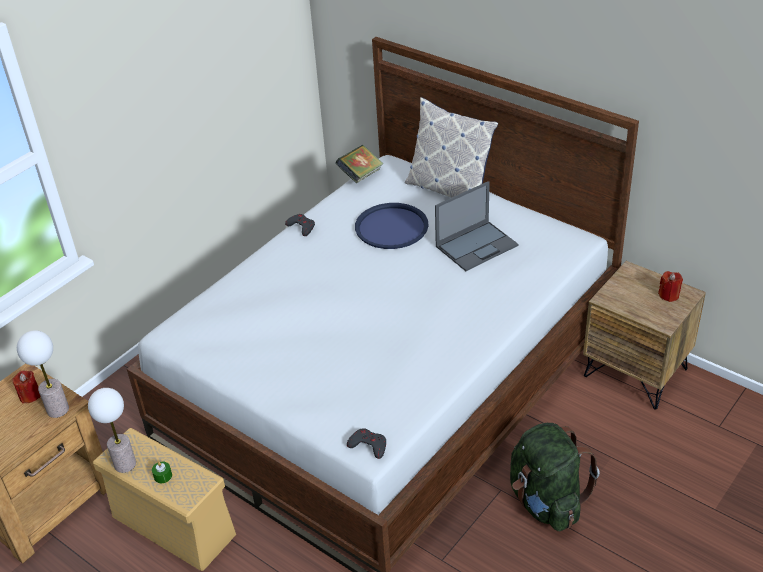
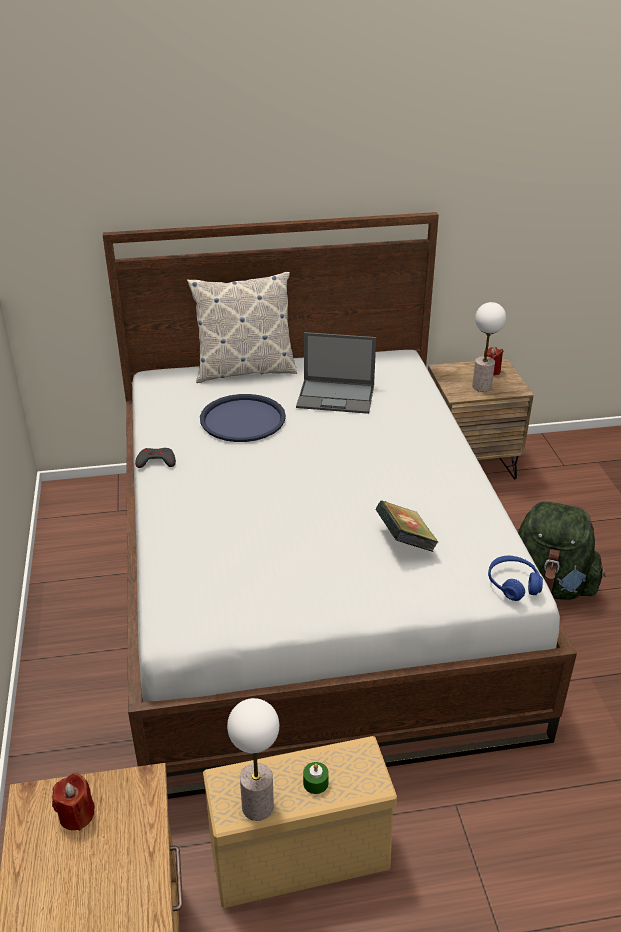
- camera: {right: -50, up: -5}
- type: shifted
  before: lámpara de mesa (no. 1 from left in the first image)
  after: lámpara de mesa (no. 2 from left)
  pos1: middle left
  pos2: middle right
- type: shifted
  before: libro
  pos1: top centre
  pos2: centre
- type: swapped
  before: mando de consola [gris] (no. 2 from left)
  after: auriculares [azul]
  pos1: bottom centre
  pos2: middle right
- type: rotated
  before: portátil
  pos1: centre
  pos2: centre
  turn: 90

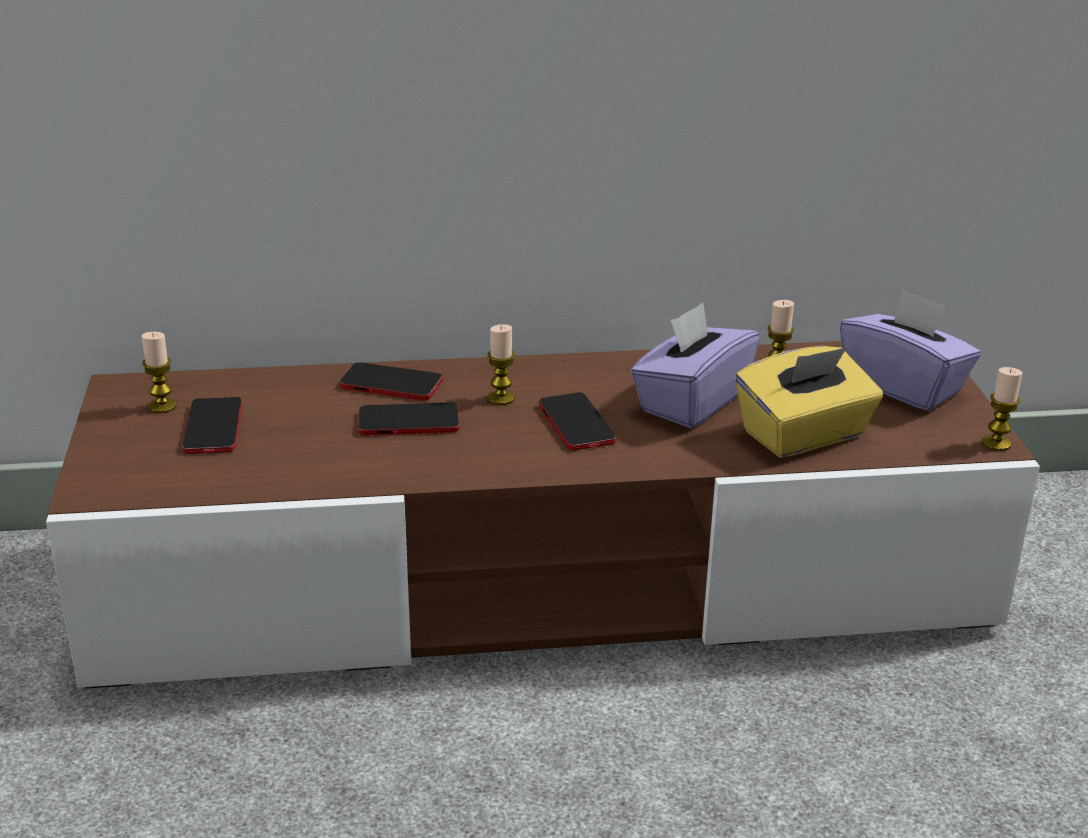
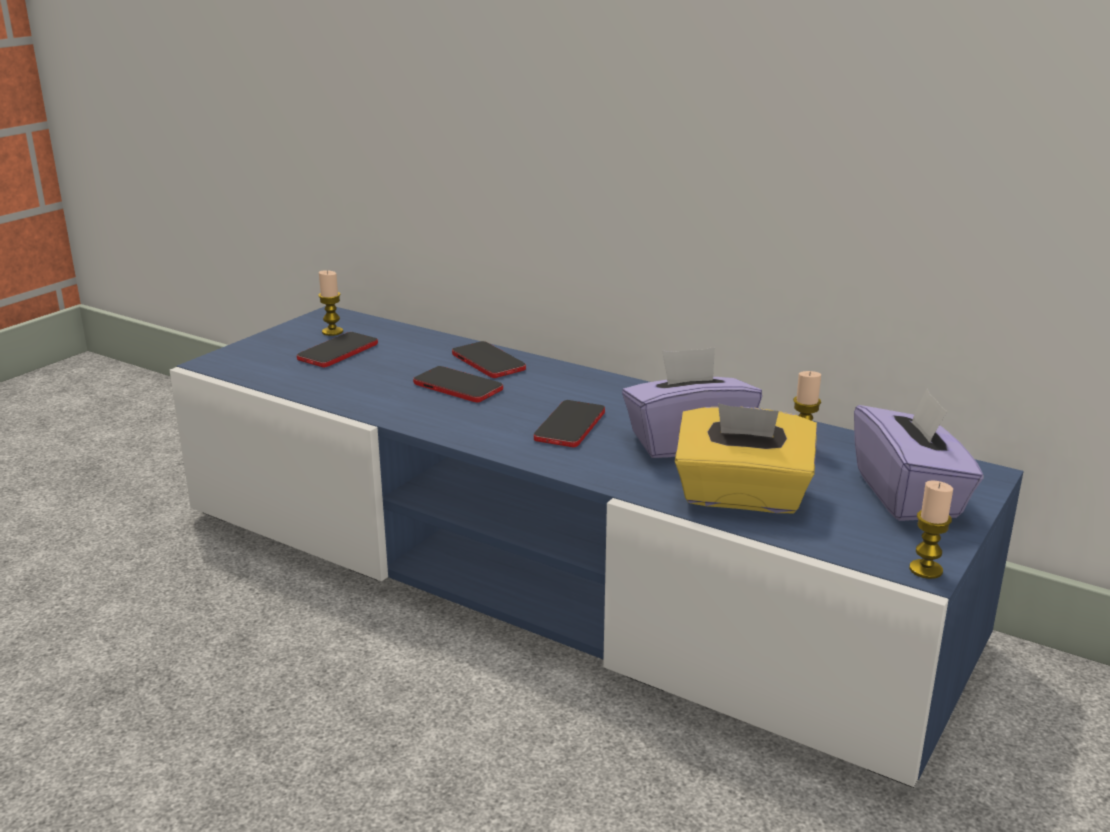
- camera: {right: 40, up: -5}
- type: gone
  before: vela (no. 2 from left)
  pos1: centre
- type: repainted
  before: mueble de televisión [marrón]
  after: mueble de televisión [azul]
  pos1: centre
  pos2: centre

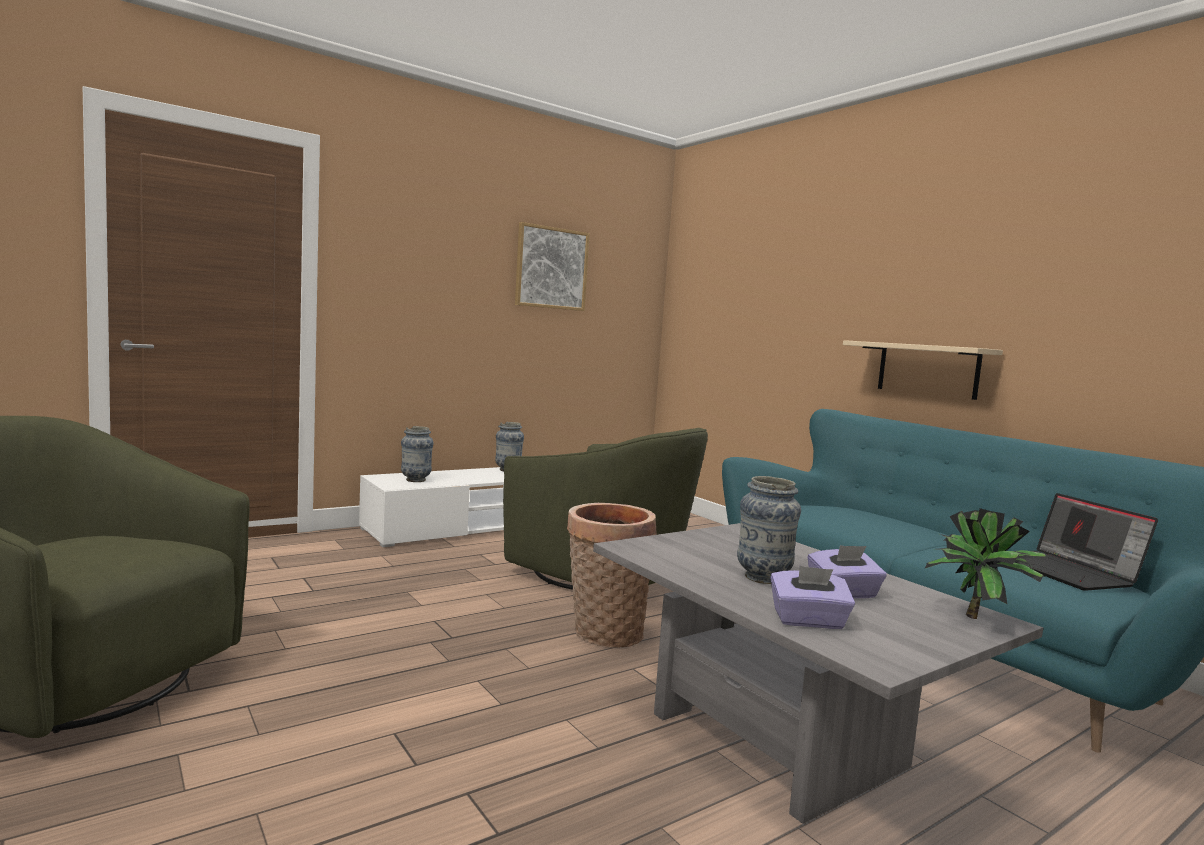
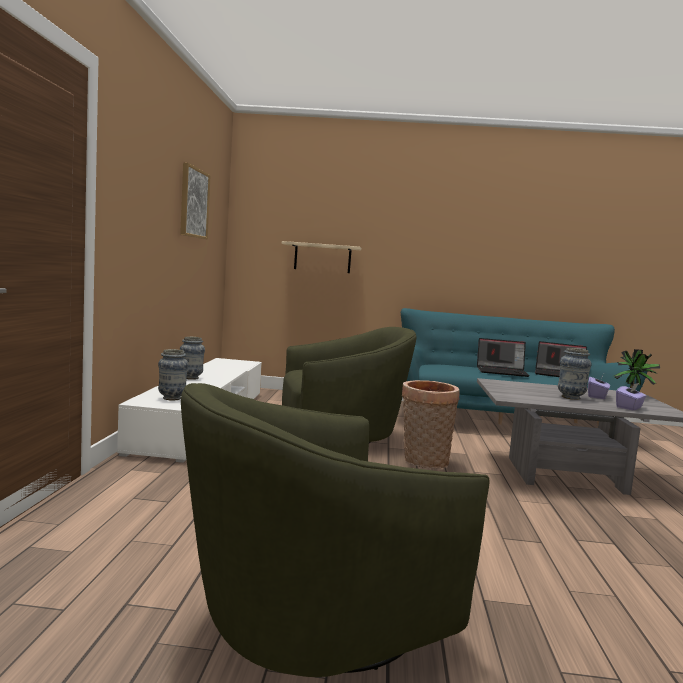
- camera: {right: -50, up: 0}
- type: new
  after: portátil (no. 1 from left)
  pos2: middle right
- type: shifted
  before: estante [beis]
  pos1: middle right
  pos2: centre

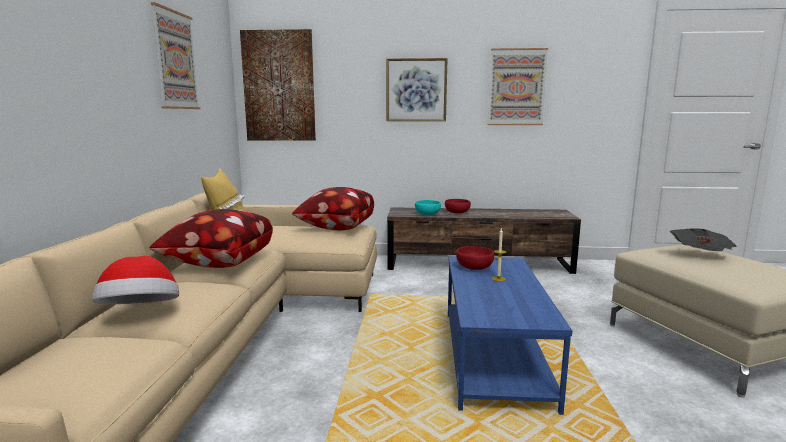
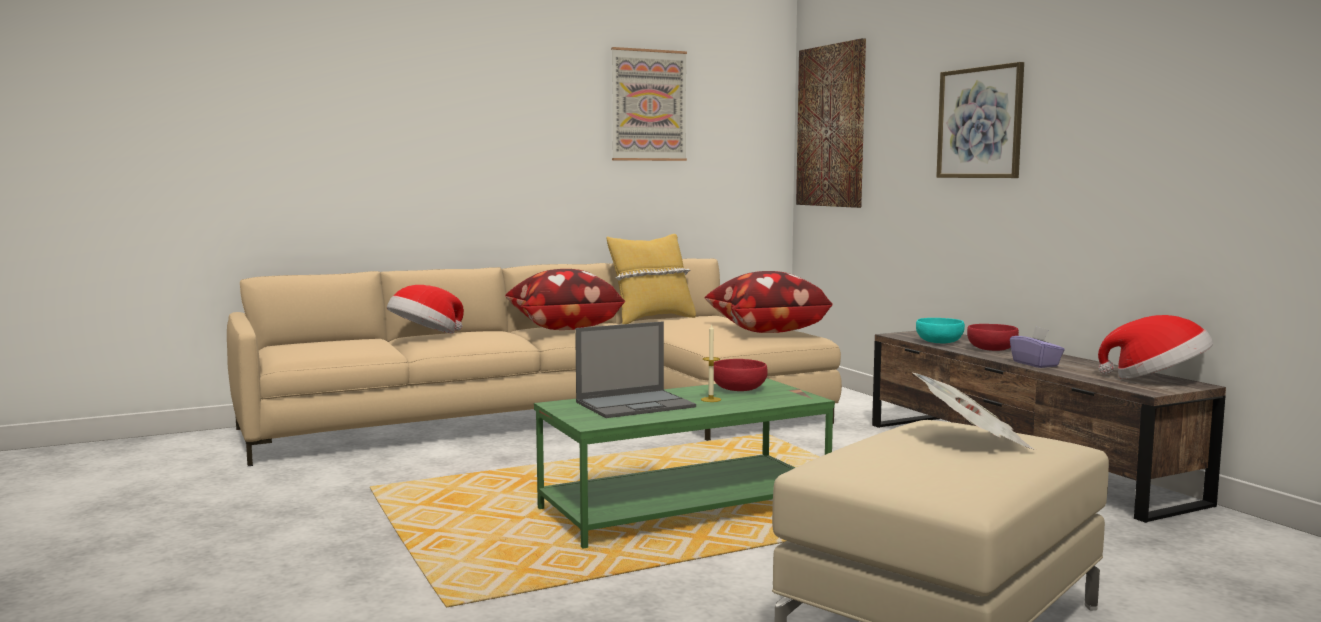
- camera: {right: 60, up: -5}
- type: gone
  before: cuadro (no. 4 from left)
  pos1: top centre
- type: new
  after: portátil
  pos2: centre
- type: new
  after: caja de pañuelos [morado]
  pos2: middle right
- type: new
  after: sombrero (no. 2 from left)
  pos2: middle right
- type: repainted
  before: mesa de centro [azul]
  after: mesa de centro [verde]
  pos1: bottom centre
  pos2: bottom centre

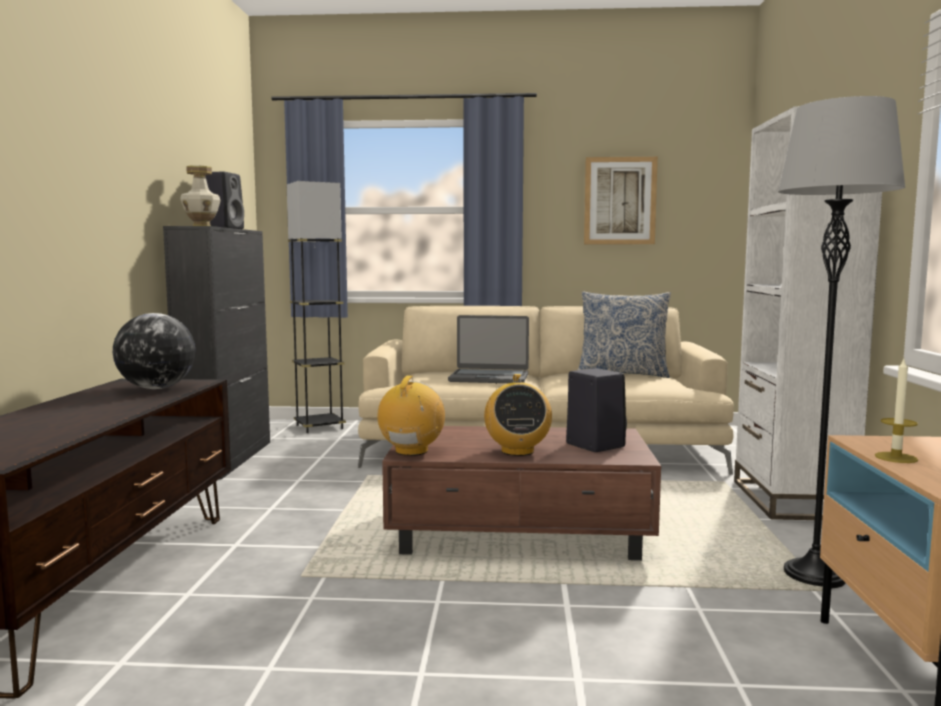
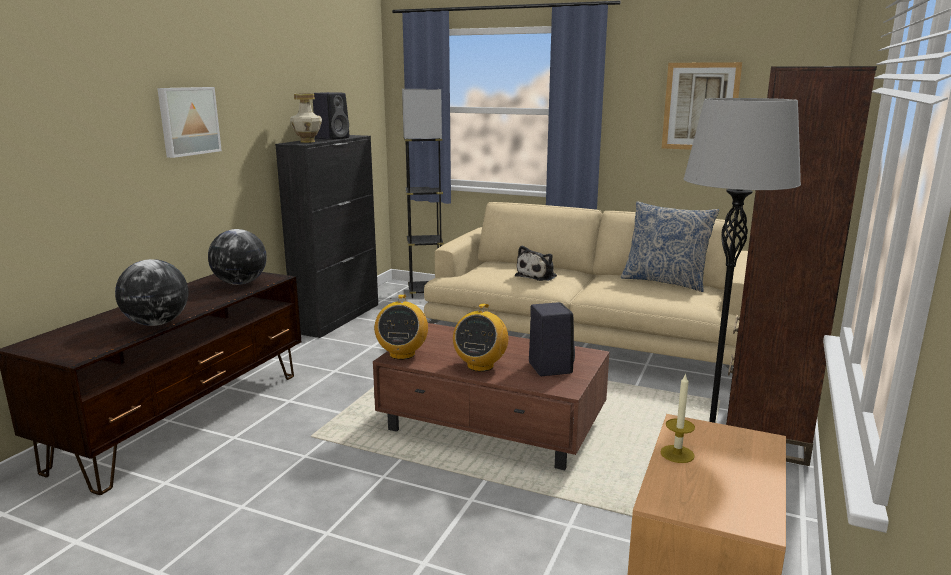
- camera: {right: 20, up: 10}
- type: new
  after: globo terráqueo (no. 1 from left)
  pos2: middle left
- type: new
  after: cuadro (no. 1 from left)
  pos2: top left
- type: swapped
  before: portátil
  after: peluche
  pos1: centre
  pos2: centre
- type: repainted
  before: estantería [blanco]
  after: estantería [marrón]
  pos1: middle right
  pos2: middle right
- type: rotated
  before: radio (no. 1 from left)
  pos1: centre
  pos2: centre
  turn: 150

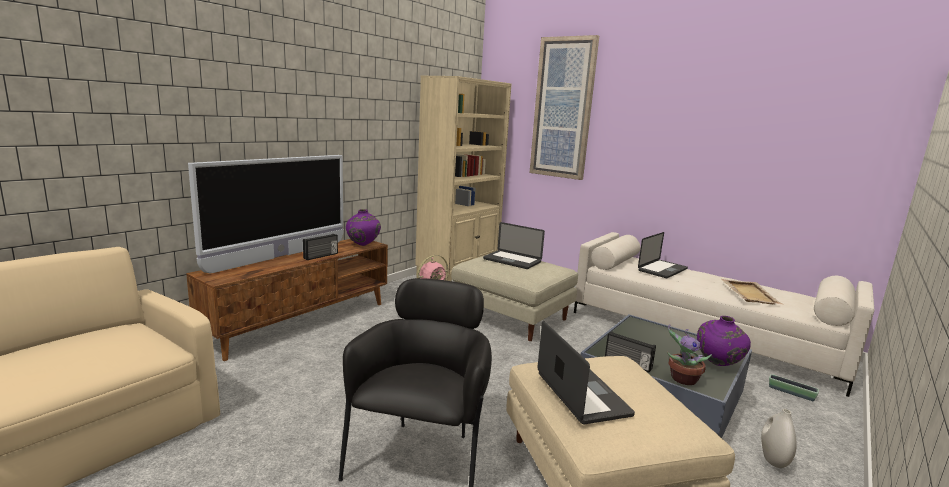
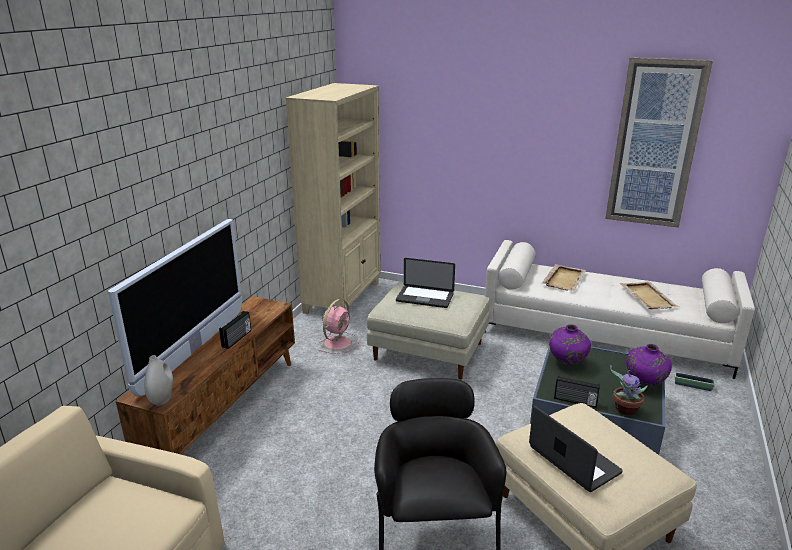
- camera: {right: -15, up: 10}
- type: shifted
  before: florero [morado] (no. 1 from left)
  pos1: centre
  pos2: middle right
- type: shifted
  before: cuadro
  pos1: top centre
  pos2: top right
- type: shifted
  before: florero [blanco]
  pos1: bottom right
  pos2: bottom left
- type: swapped
  before: portátil (no. 3 from left)
  after: bandeja [beis] (no. 1 from left)
  pos1: middle right
  pos2: middle right

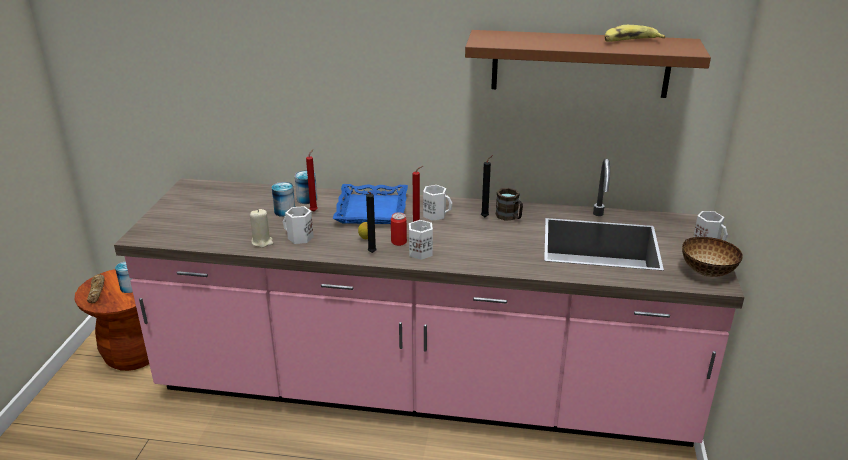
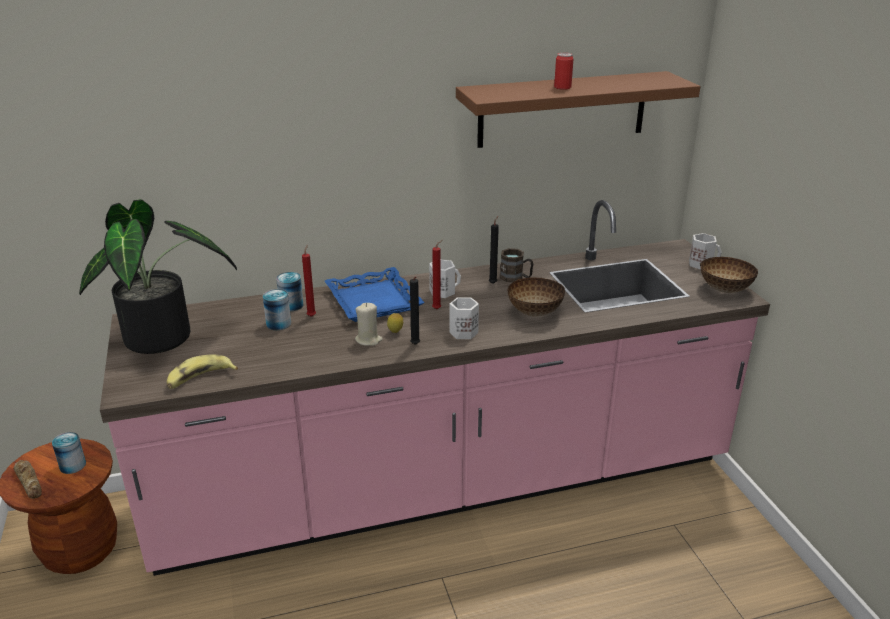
- camera: {right: -25, up: 0}
- type: gone
  before: taza grande [blanco] (no. 1 from left)
  pos1: centre
- type: new
  after: planta en maceta
  pos2: middle left
- type: new
  after: cuenco (no. 1 from left)
  pos2: centre
- type: shifted
  before: vela [beis]
  pos1: middle left
  pos2: centre
- type: shifted
  before: lata (no. 4 from left)
  pos1: centre
  pos2: top centre
- type: shifted
  before: plátano
  pos1: top right
  pos2: middle left

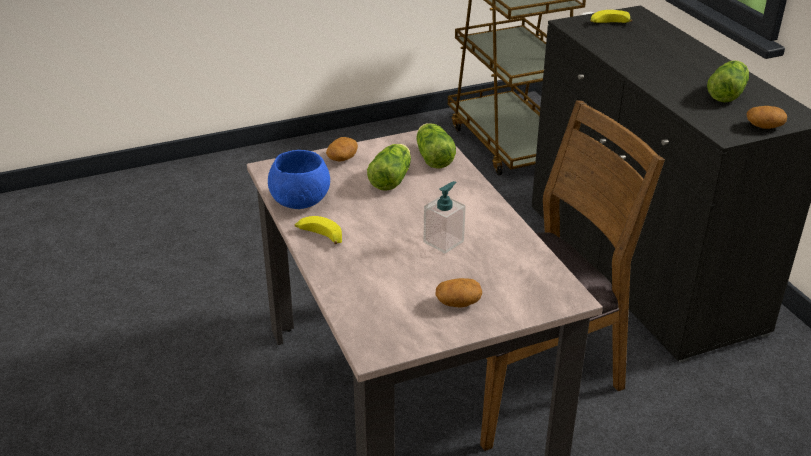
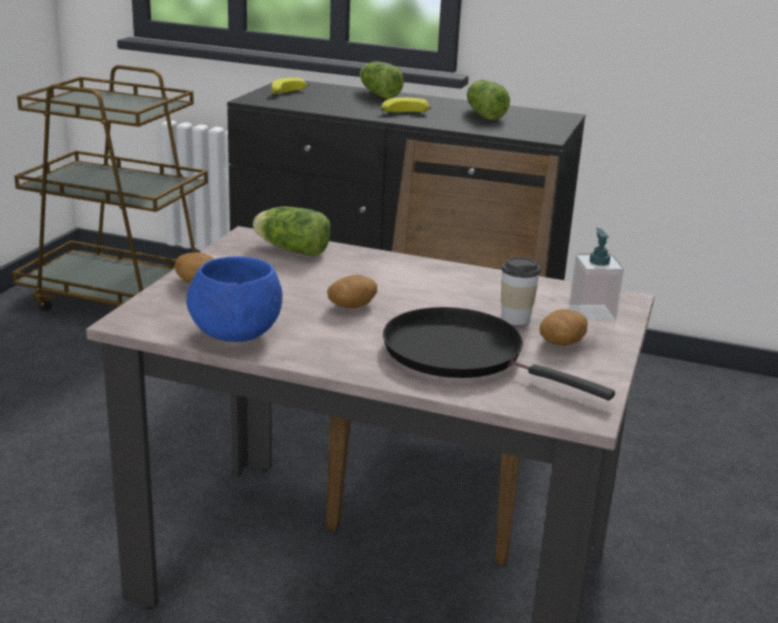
- camera: {right: -50, up: -10}
- type: new
  after: sartén [negro]
  pos2: centre
- type: new
  after: taza
  pos2: middle right
- type: shifted
  before: plátano (no. 1 from left in the first image)
  after: plátano (no. 2 from left)
  pos1: centre
  pos2: top centre
- type: shifted
  before: lechuga (no. 1 from left in the first image)
  after: lechuga (no. 2 from left)
  pos1: centre
  pos2: top centre
- type: shifted
  before: dispensador de jabón
  pos1: centre
  pos2: middle right
- type: shifted
  before: patata (no. 3 from left in the first image)
  after: patata (no. 2 from left)
  pos1: top right
  pos2: centre

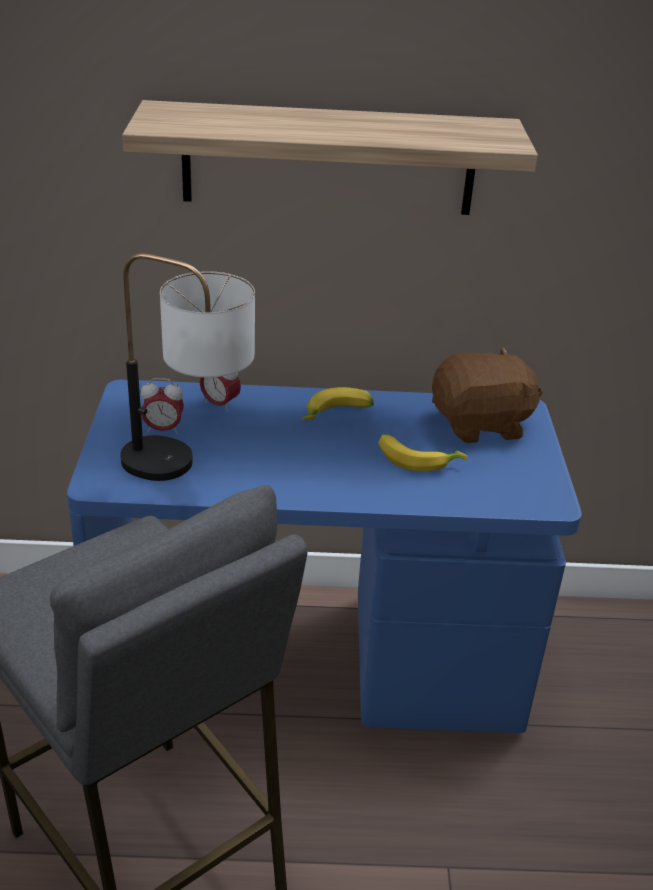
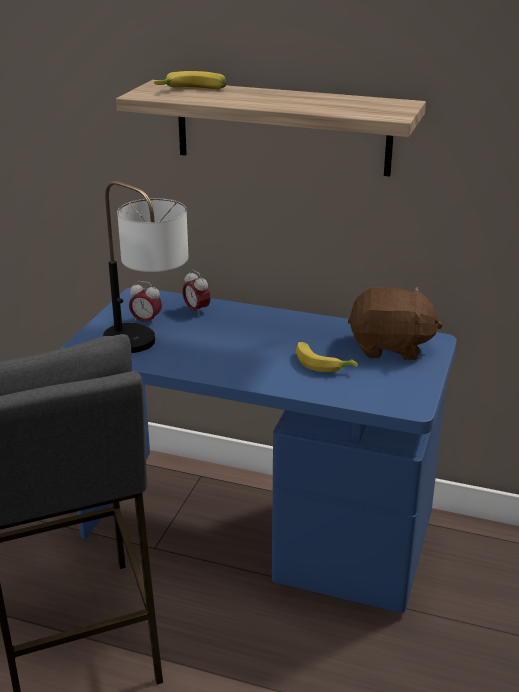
- camera: {right: 20, up: -5}
- type: shifted
  before: plátano (no. 1 from left)
  pos1: centre
  pos2: top centre

